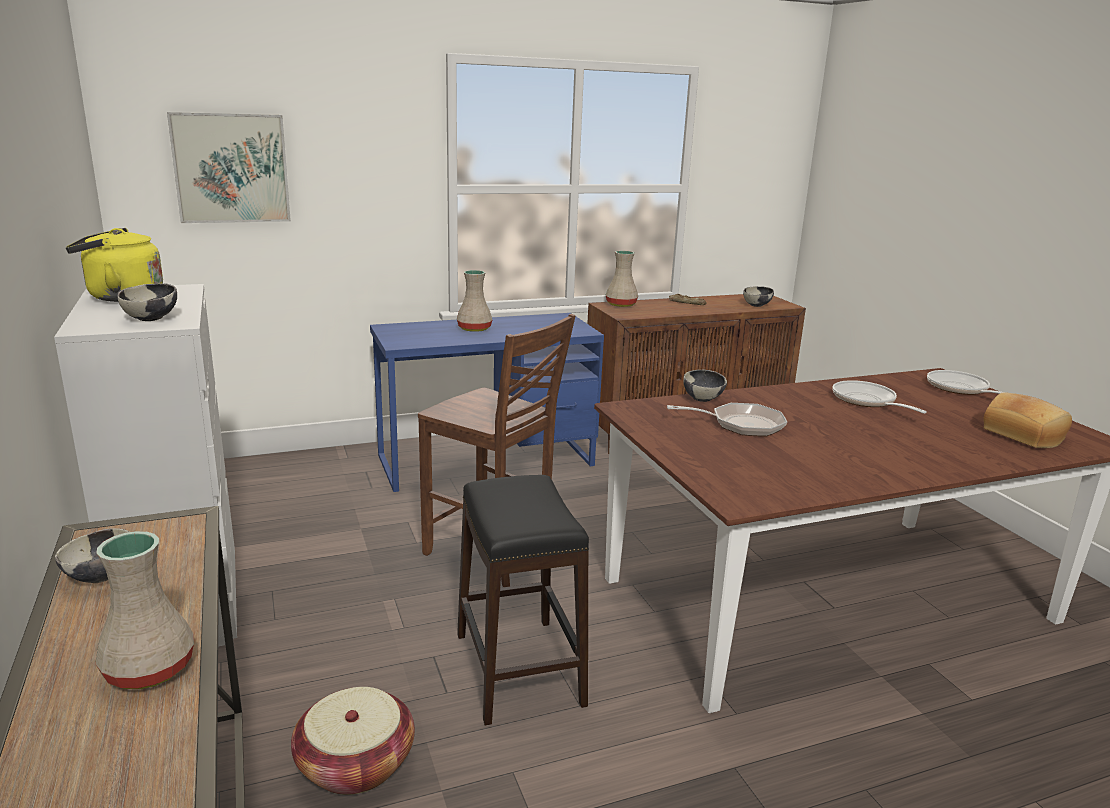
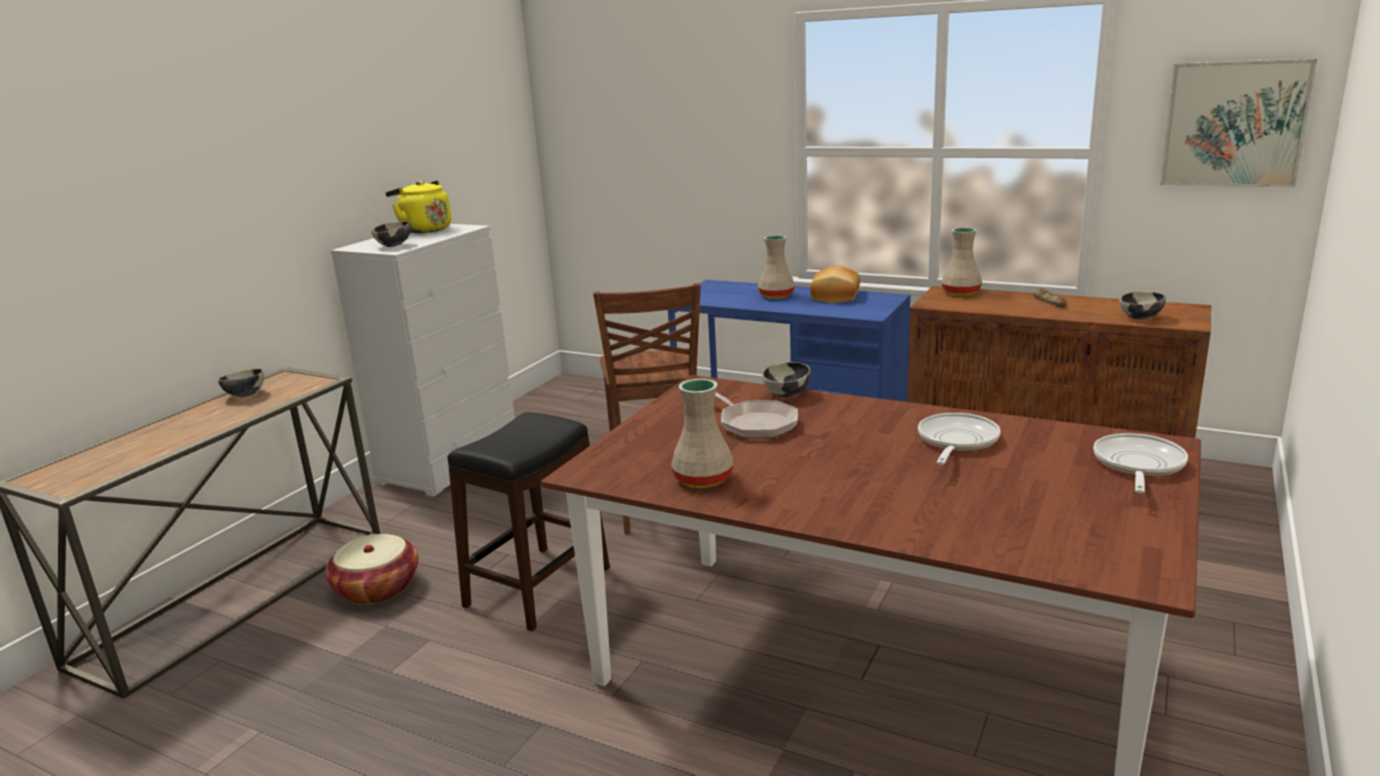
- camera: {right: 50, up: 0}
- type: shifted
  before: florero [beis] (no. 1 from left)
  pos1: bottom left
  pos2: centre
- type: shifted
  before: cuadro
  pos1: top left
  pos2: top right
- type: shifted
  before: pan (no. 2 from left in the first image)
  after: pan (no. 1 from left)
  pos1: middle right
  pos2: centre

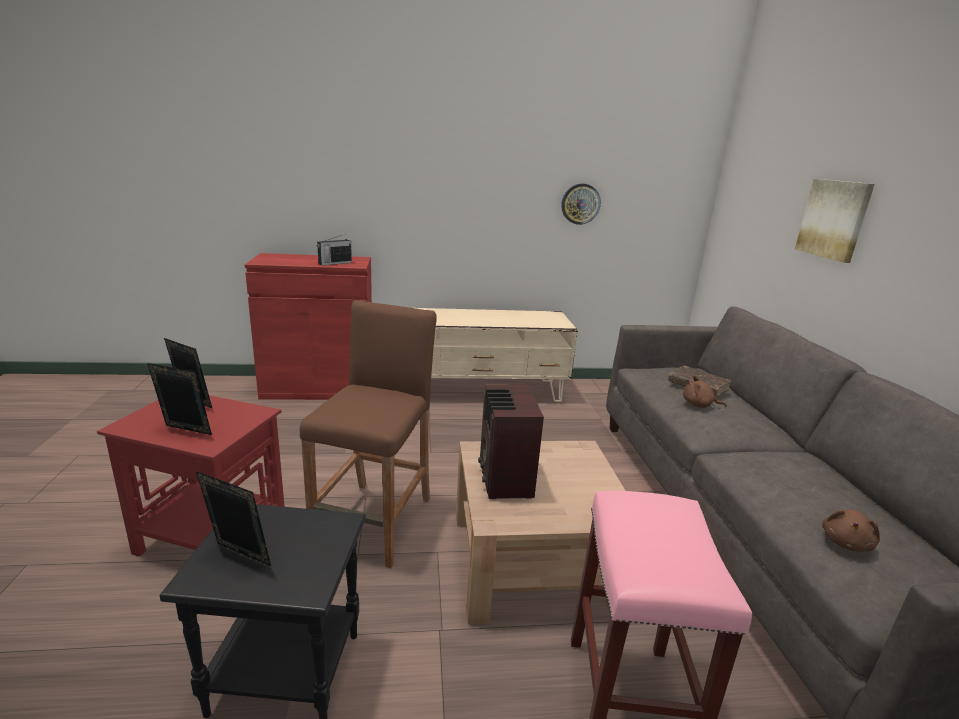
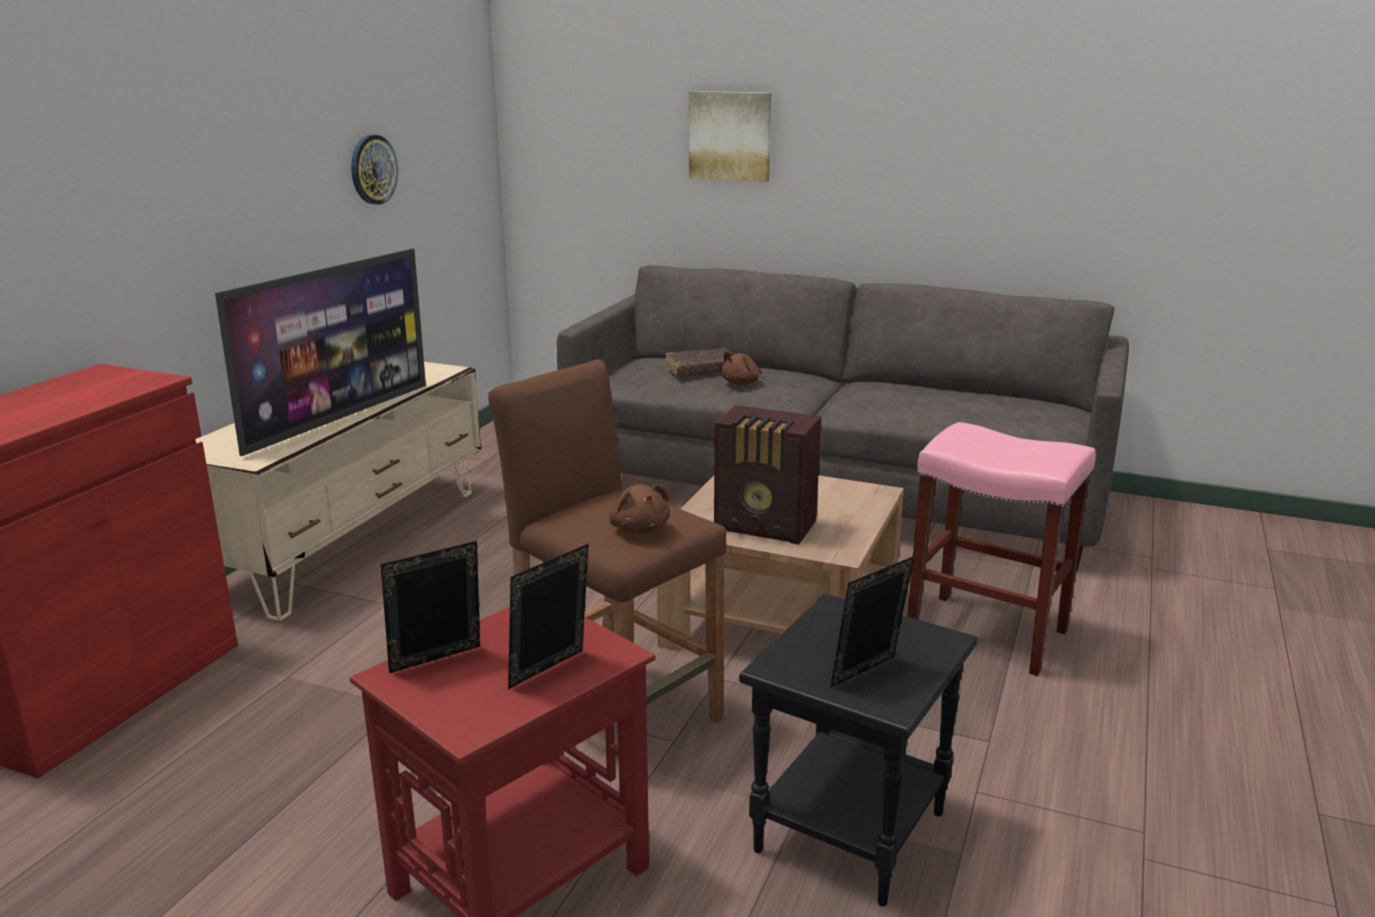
- camera: {right: -60, up: 0}
- type: gone
  before: radio (no. 1 from left)
  pos1: centre
- type: new
  after: televisor
  pos2: middle left
- type: shifted
  before: peluche [marrón] (no. 2 from left in the first image)
  after: peluche [marrón] (no. 1 from left)
  pos1: bottom right
  pos2: centre

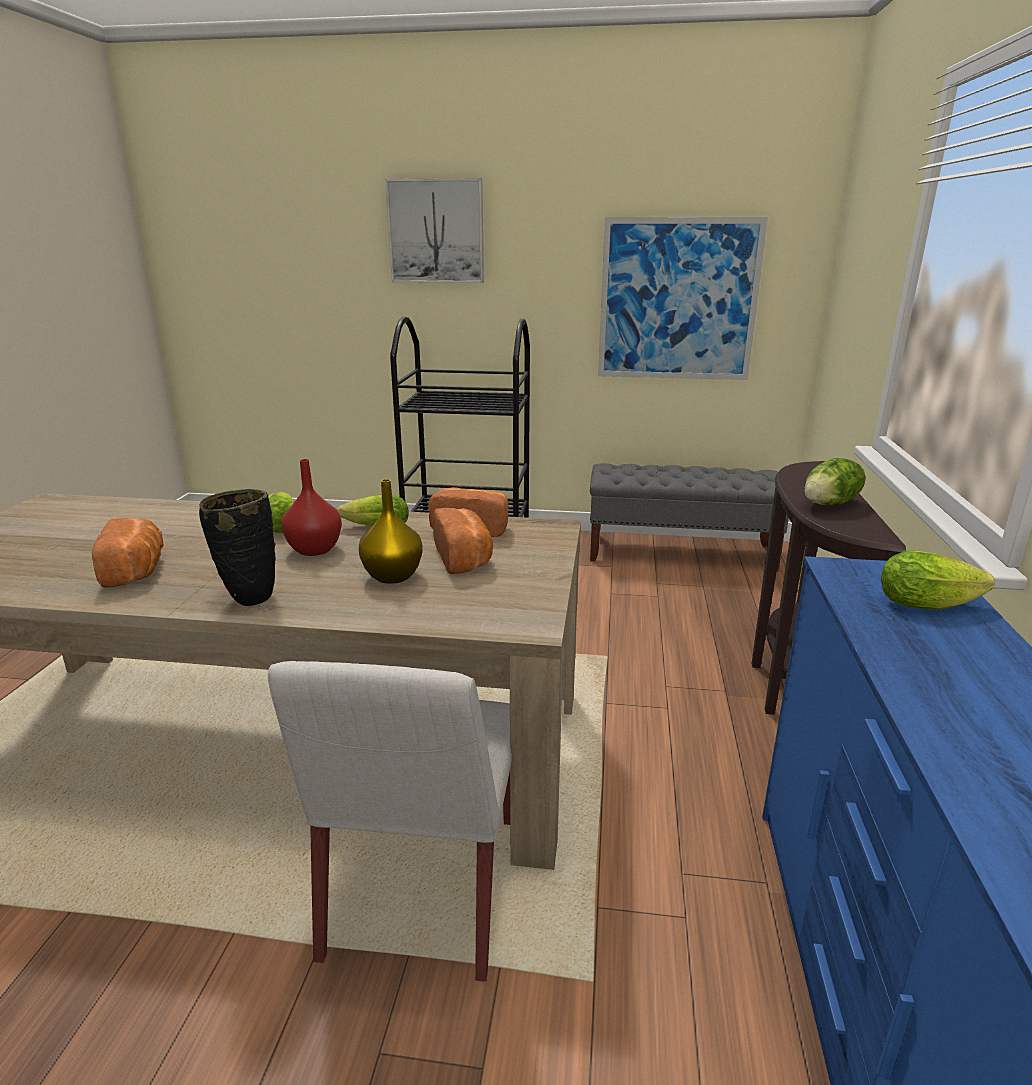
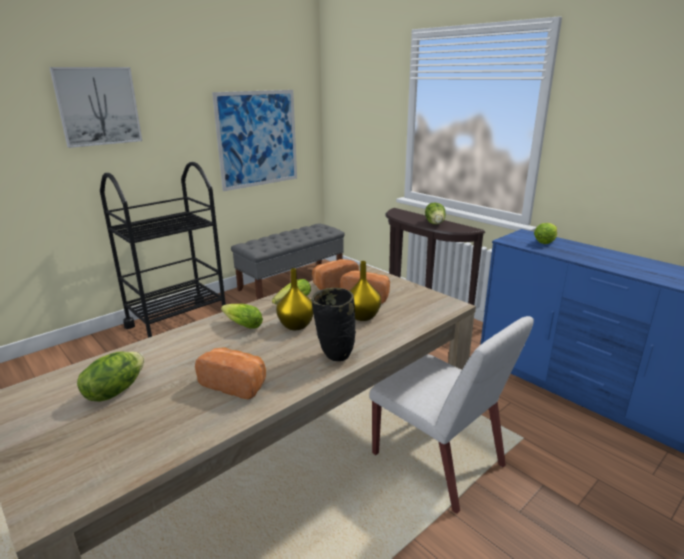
- camera: {right: -50, up: 0}
- type: new
  after: lechuga (no. 1 from left)
  pos2: bottom left
- type: repainted
  before: florero [rojo]
  after: florero [amarillo] (no. 1 from left)
  pos1: middle left
  pos2: centre

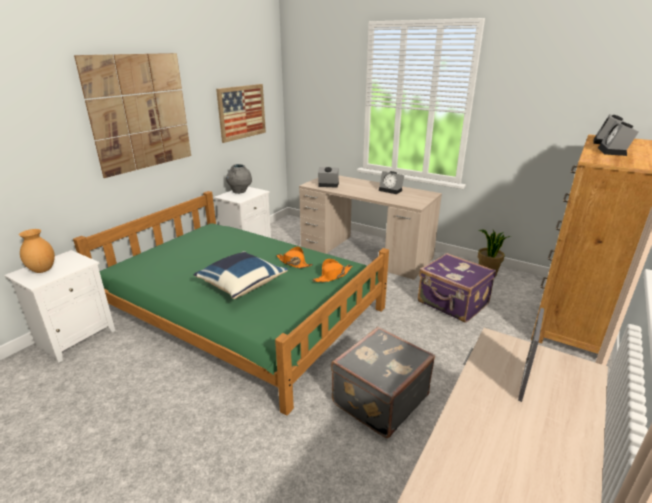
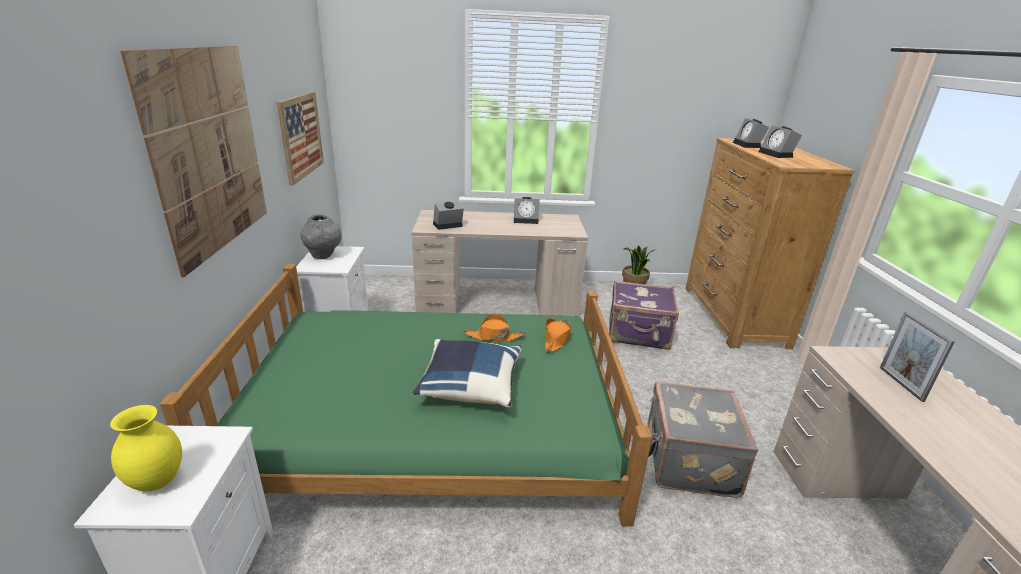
- camera: {right: -35, up: 0}
- type: repainted
  before: florero [marrón]
  after: florero [amarillo]
  pos1: middle left
  pos2: bottom left

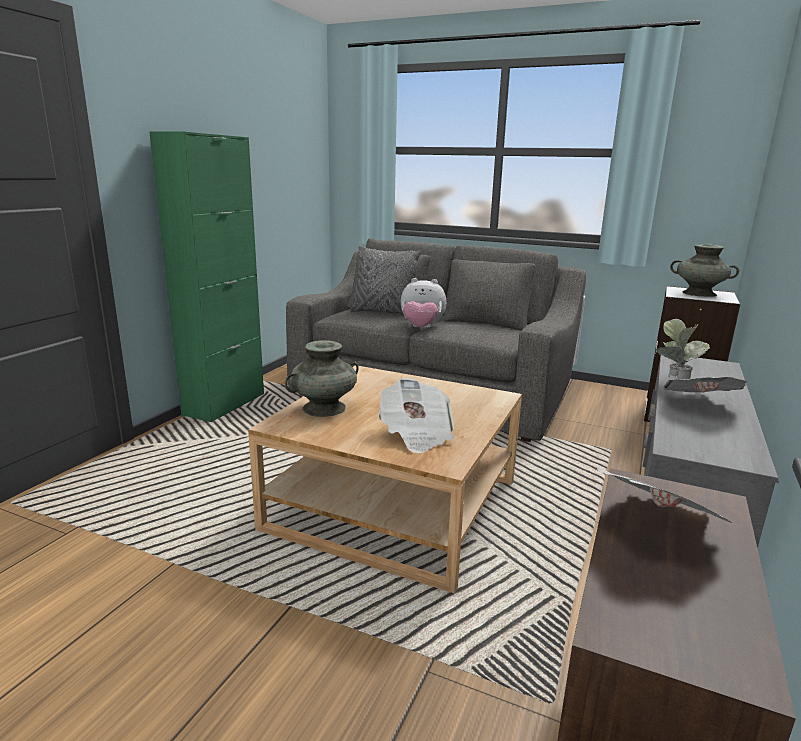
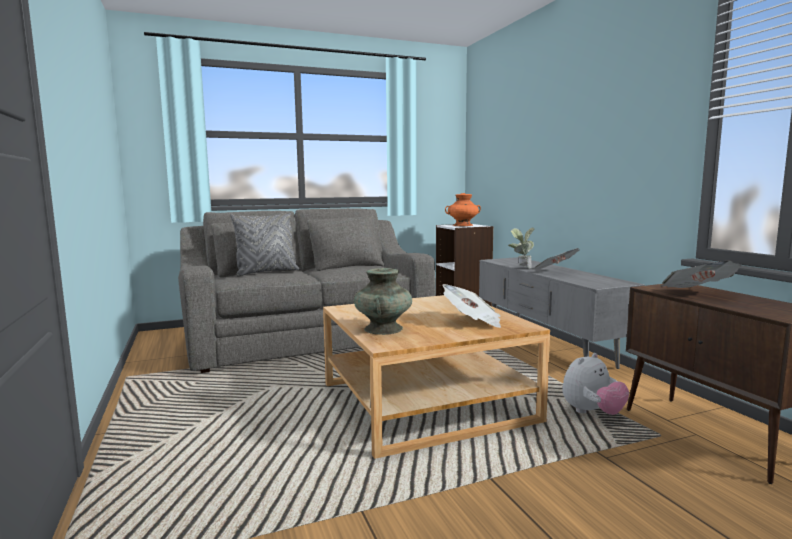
- camera: {right: -45, up: -10}
- type: gone
  before: armario [verde]
  pos1: middle left
- type: shifted
  before: peluche
  pos1: centre
  pos2: bottom right
- type: repainted
  before: florero [turquesa] (no. 2 from left)
  after: florero [naranja]
  pos1: middle right
  pos2: centre

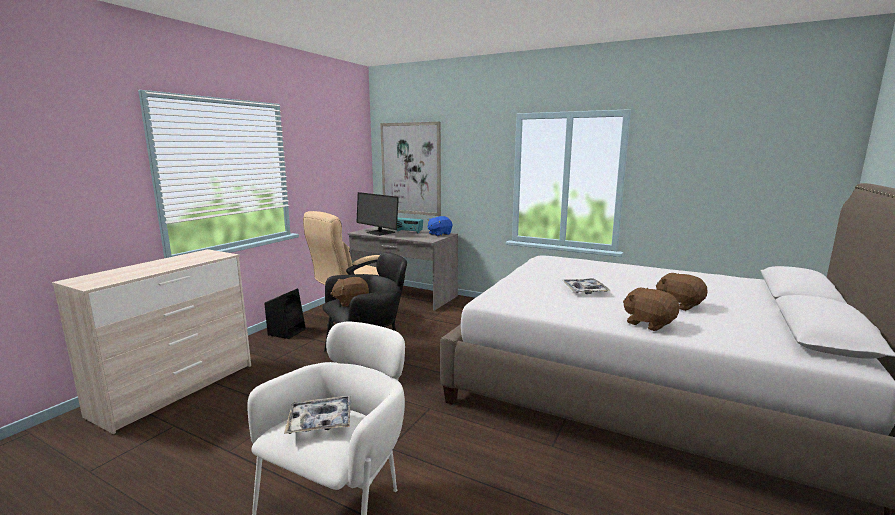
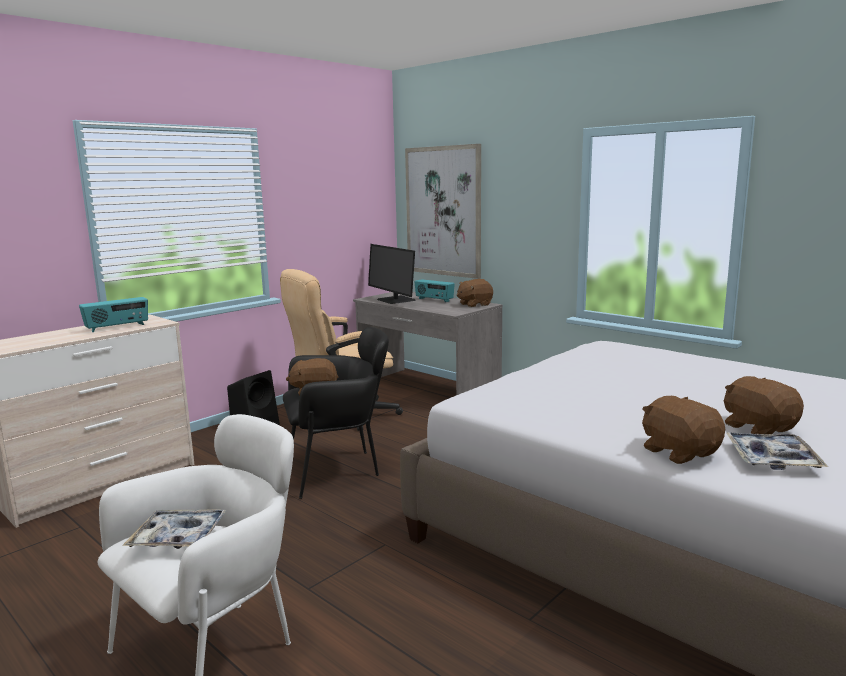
- camera: {right: 15, up: 0}
- type: new
  after: radio (no. 1 from left)
  pos2: middle left
- type: shifted
  before: bandeja (no. 2 from left)
  pos1: centre
  pos2: bottom right
- type: repainted
  before: peluche [azul]
  after: peluche [marrón] (no. 2 from left)
  pos1: centre
  pos2: centre

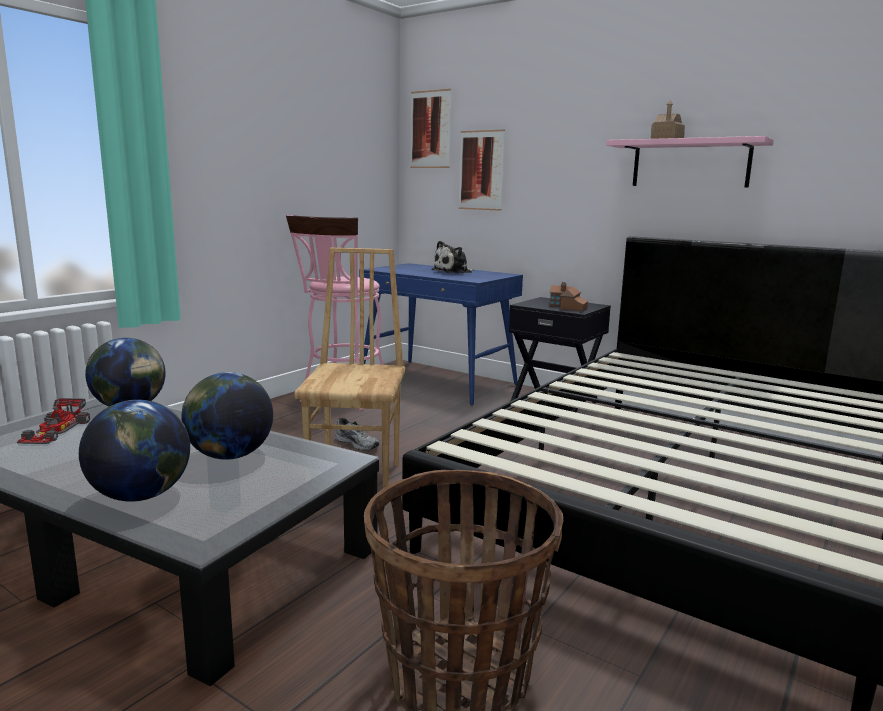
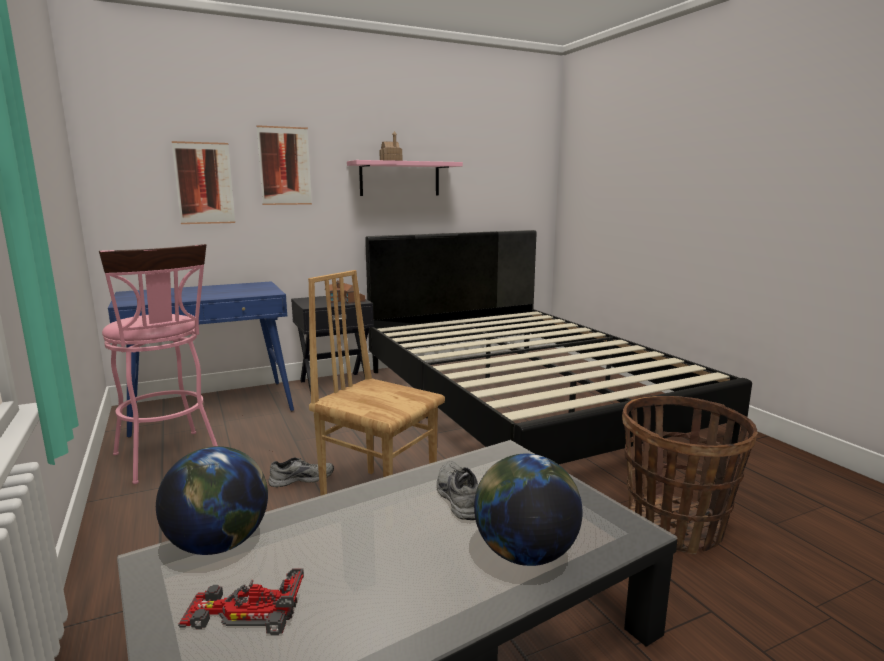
- camera: {right: -60, up: 0}
- type: gone
  before: peluche
  pos1: centre
- type: shifted
  before: cuadro (no. 1 from left in the first image)
  after: cuadro (no. 2 from left)
  pos1: top centre
  pos2: top left
- type: swapped
  before: globo terráqueo (no. 3 from left)
  after: zapato [gris] (no. 2 from left)
  pos1: middle left
  pos2: bottom centre
- type: rotated
  before: coche de juguete
  pos1: middle left
  pos2: bottom left
  turn: 150

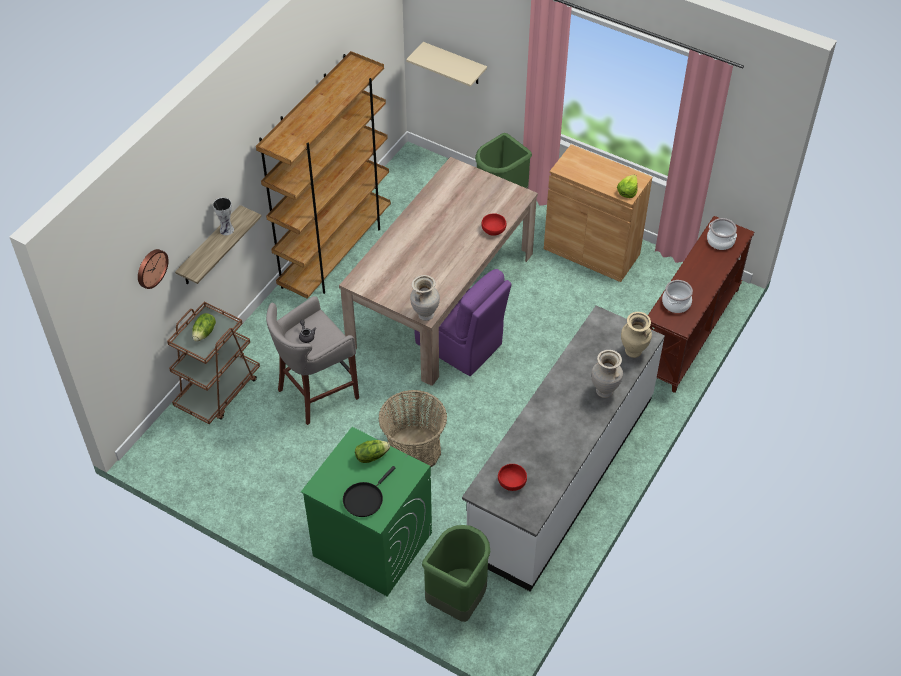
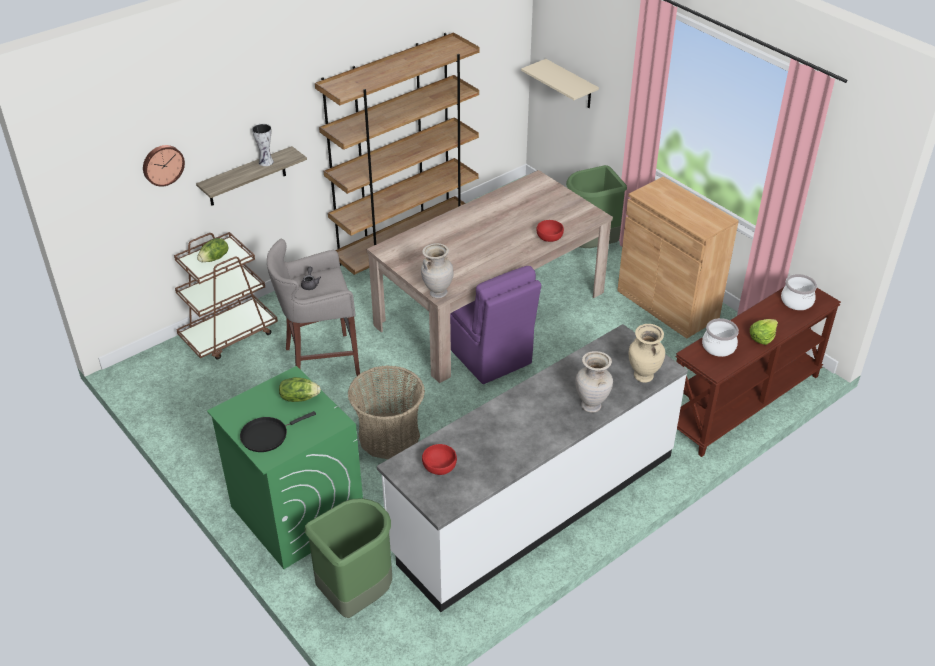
- camera: {right: 20, up: -10}
- type: shifted
  before: lechuga (no. 3 from left)
  pos1: top right
  pos2: middle right

